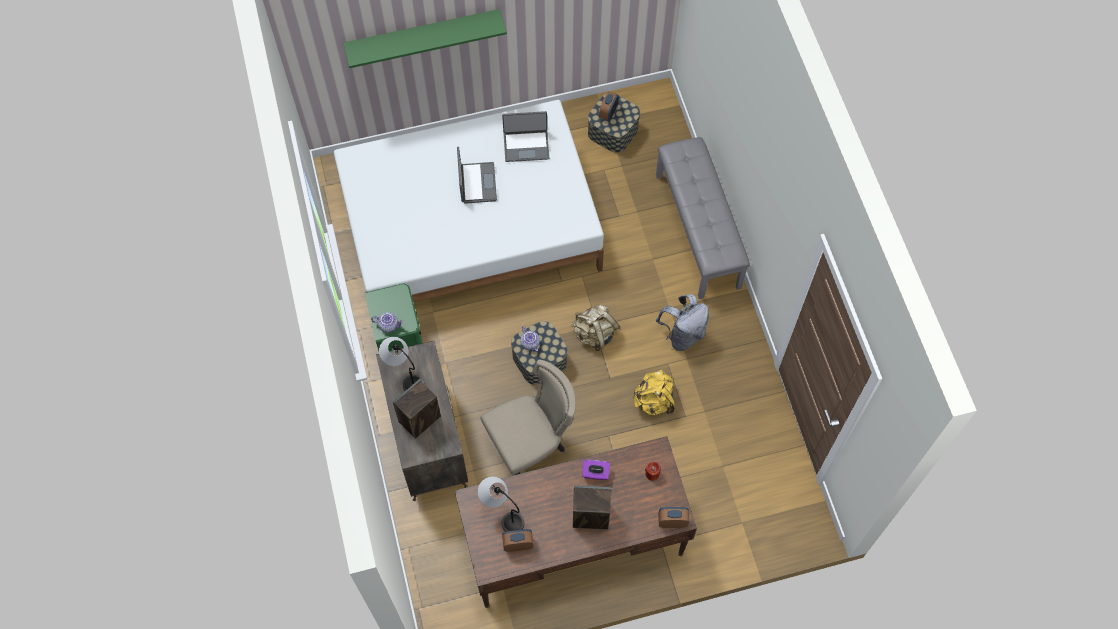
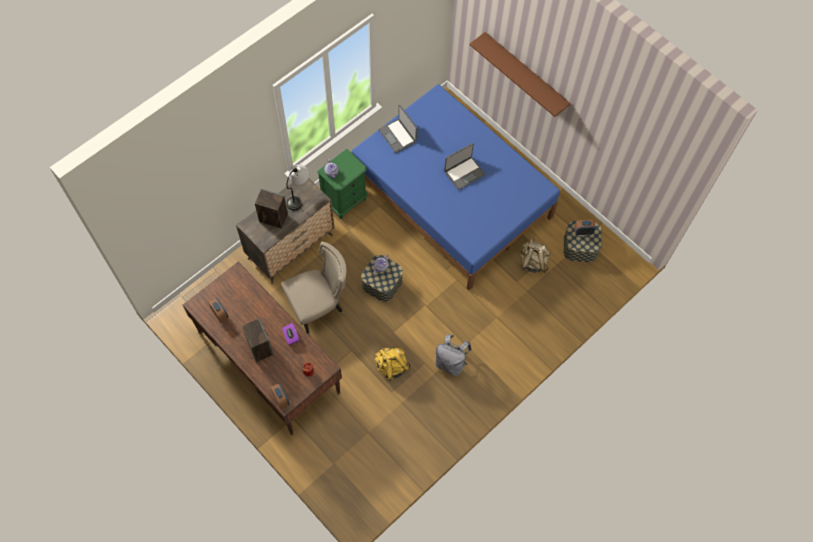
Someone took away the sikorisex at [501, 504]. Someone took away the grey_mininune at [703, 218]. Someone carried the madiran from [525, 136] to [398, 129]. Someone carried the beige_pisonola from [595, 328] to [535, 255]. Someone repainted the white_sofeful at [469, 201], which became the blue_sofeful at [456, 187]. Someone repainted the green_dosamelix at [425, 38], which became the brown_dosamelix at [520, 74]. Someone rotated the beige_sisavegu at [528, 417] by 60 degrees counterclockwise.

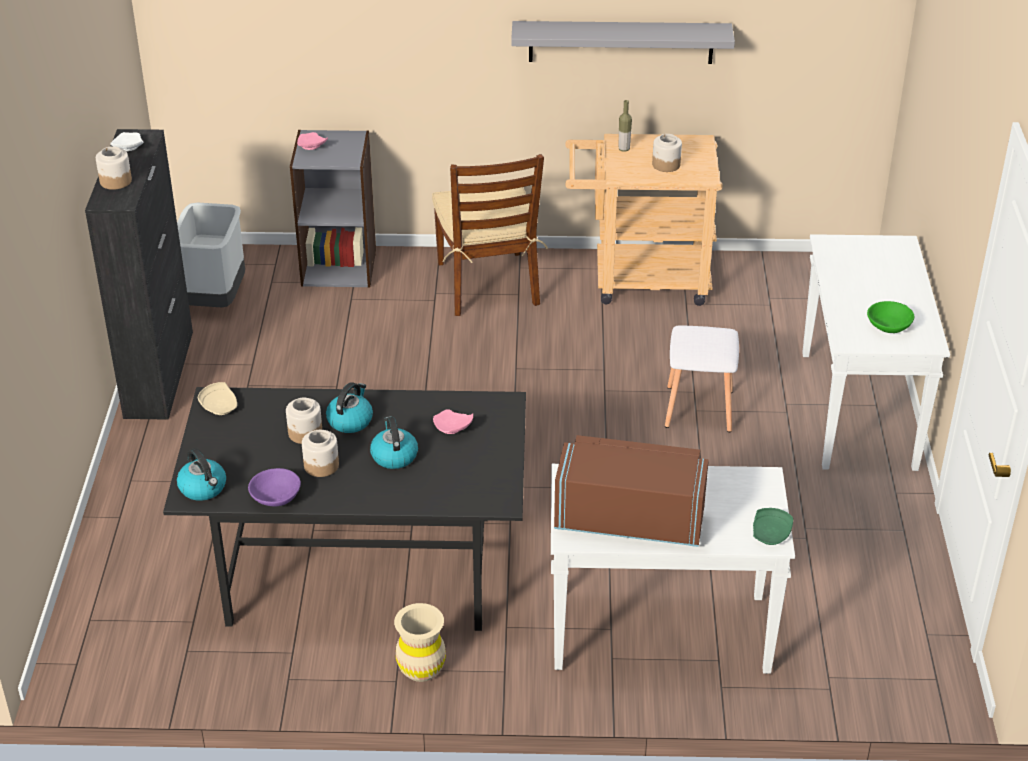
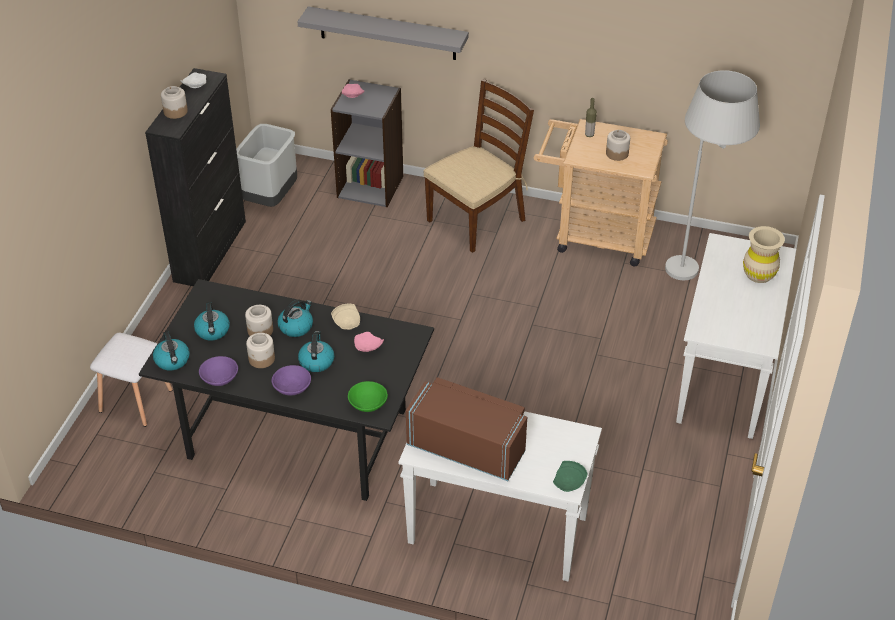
Someone put down the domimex at [212, 321]. Someone put down the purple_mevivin at [291, 380]. Someone put down the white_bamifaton at [712, 175]. Someone carried the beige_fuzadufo from [217, 398] to [345, 317]. Someone carried the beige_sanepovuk from [420, 642] to [764, 254]. Someone carried the grey_dosamelix from [623, 42] to [383, 33]. Someone carried the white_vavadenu from [702, 378] to [131, 380]. Someone carried the green_mevivin from [890, 317] to [368, 396]. Someone rotated the brown_sisavegu at [490, 235] by 135 degrees counterclockwise.

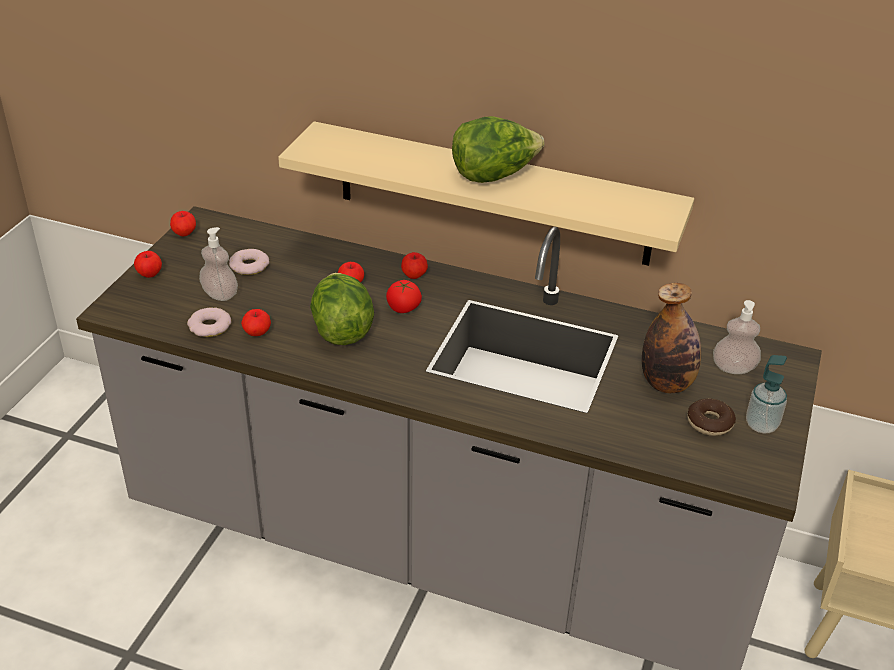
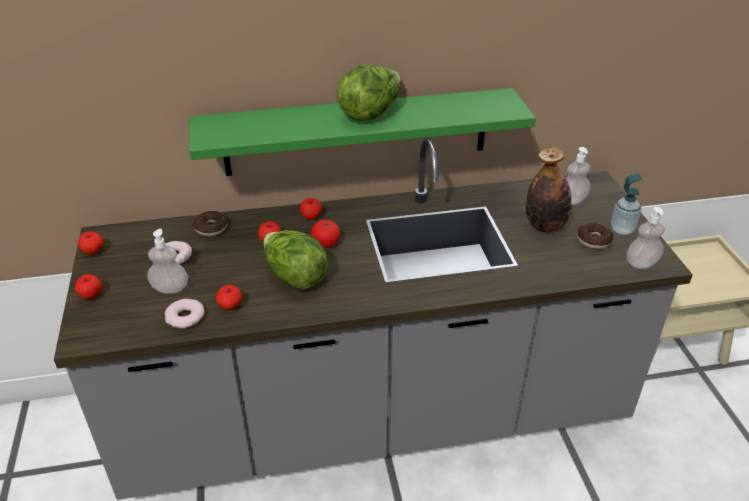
Someone put down the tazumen at [210, 223]. Someone put down the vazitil at [645, 238]. Someone repainted the beige_dosamelix at [486, 193], which became the green_dosamelix at [362, 132].

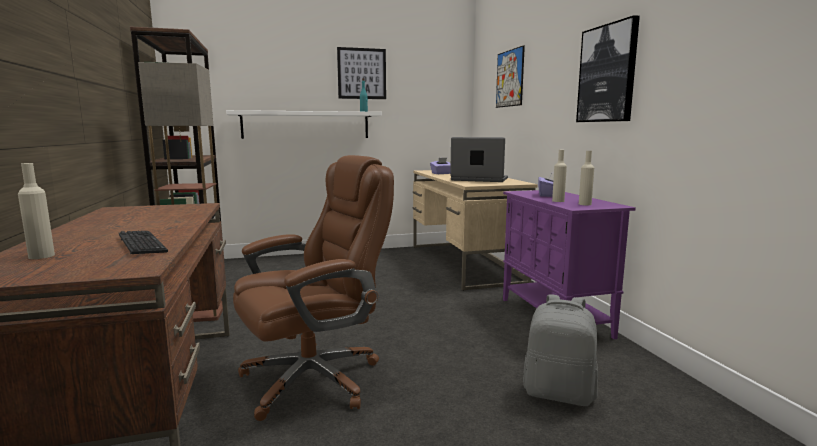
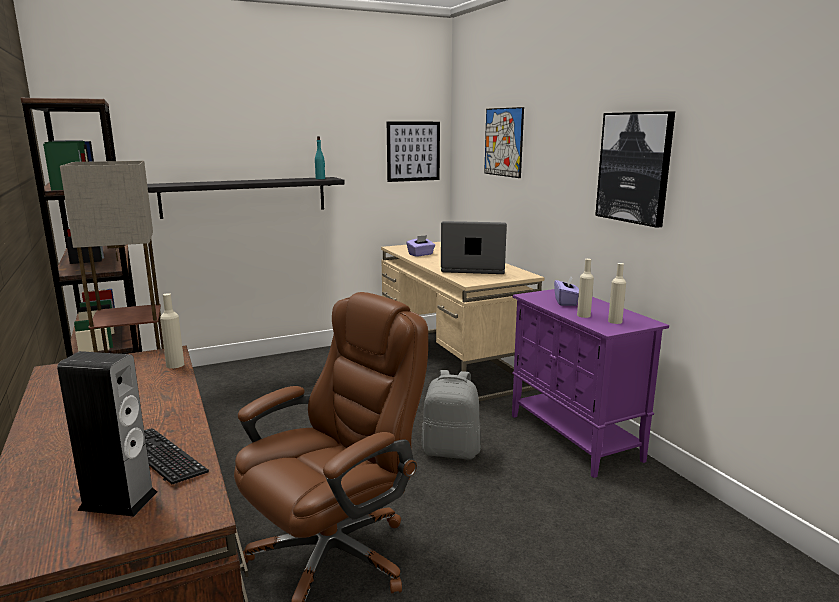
Someone put down the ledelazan at [107, 433]. Someone carried the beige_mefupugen from [36, 211] to [172, 331]. Someone carried the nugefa from [361, 73] to [413, 152]. Someone carried the grey_pisonola from [560, 350] to [451, 415]. Someone repainted the white_dosamelix at [304, 124], which became the black_dosamelix at [246, 198].

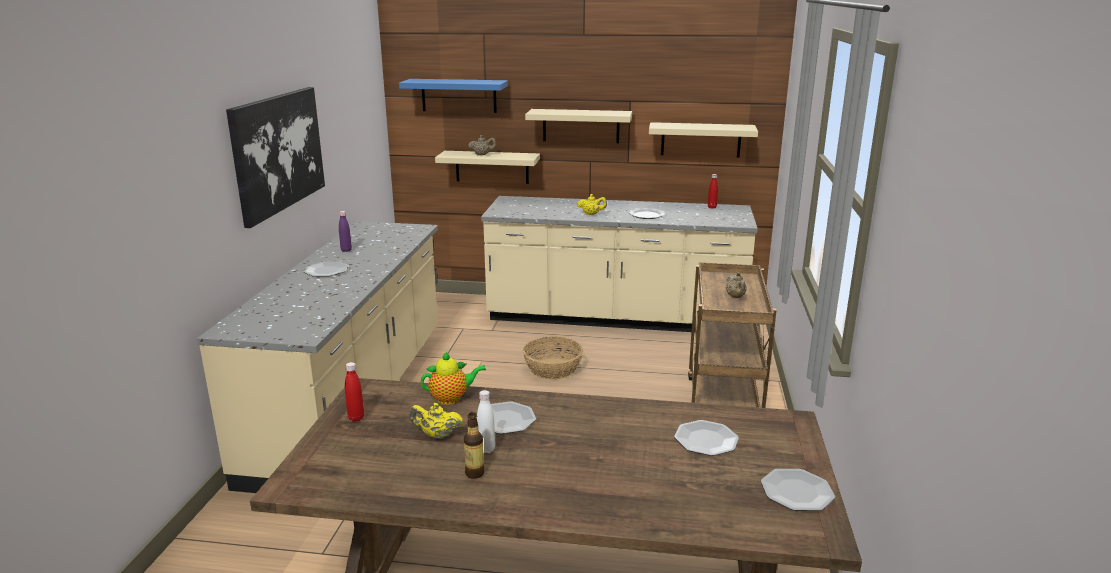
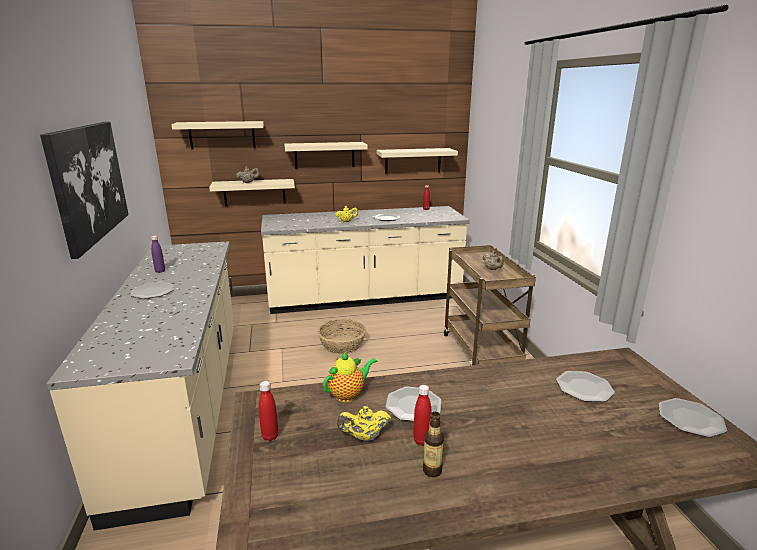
Someone repainted the blue_dosamelix at [453, 96], which became the beige_dosamelix at [217, 135]. Someone repainted the white_mefupugen at [486, 421], which became the red_mefupugen at [422, 415].

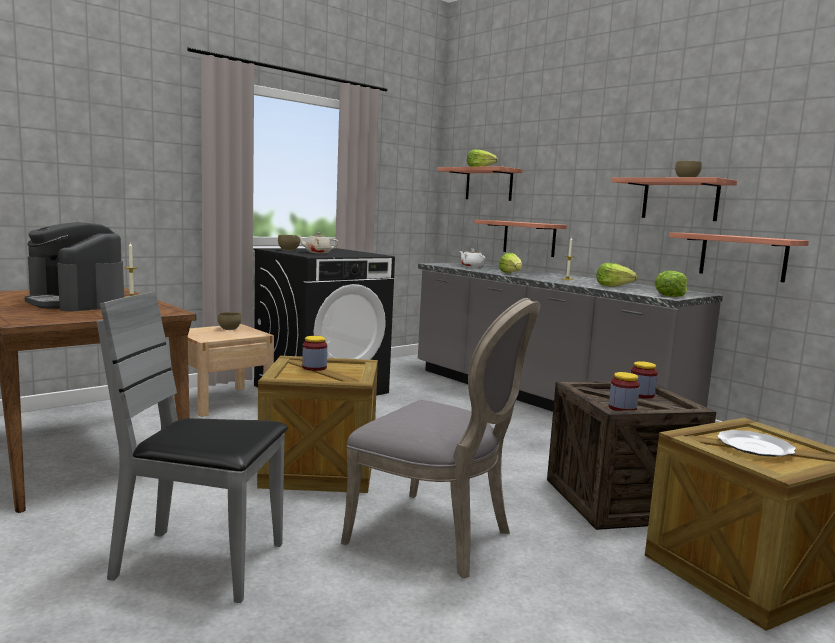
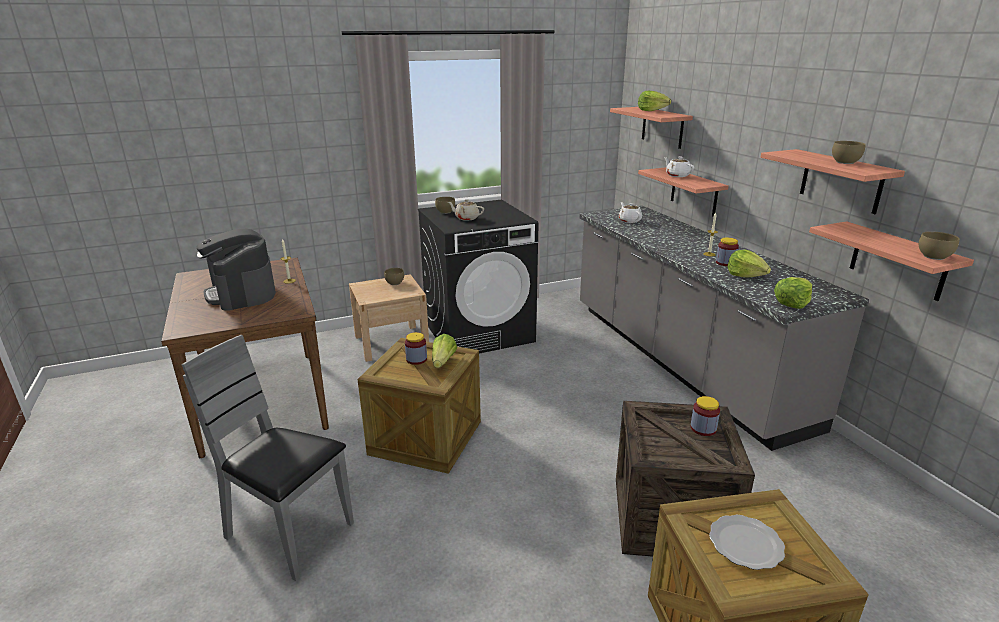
Someone took away the grey_sisavegu at [441, 438]. Someone put down the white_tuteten at [679, 166]. Someone put down the brown_mevivin at [939, 245]. Someone carried the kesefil from [510, 262] to [444, 351]. Someone carried the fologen from [624, 391] to [727, 252].

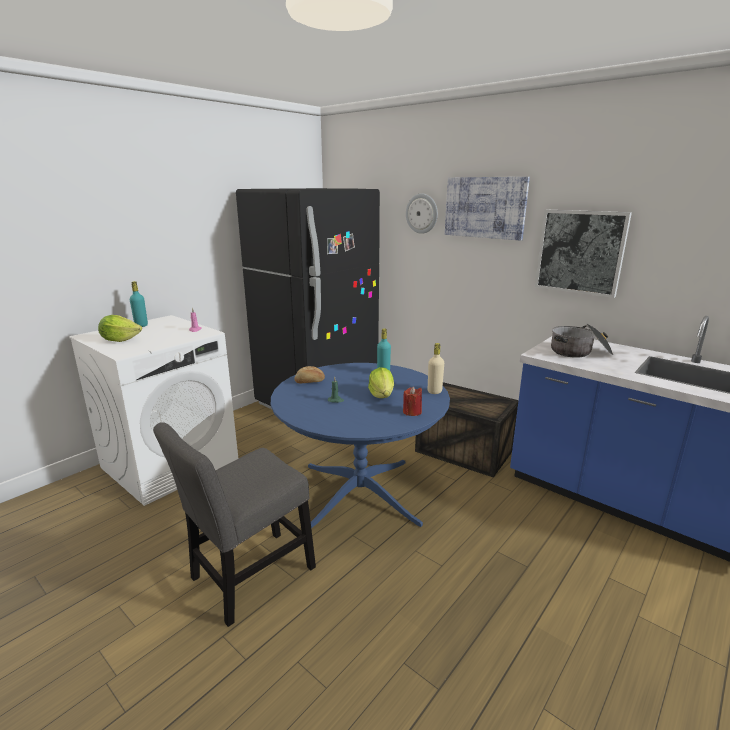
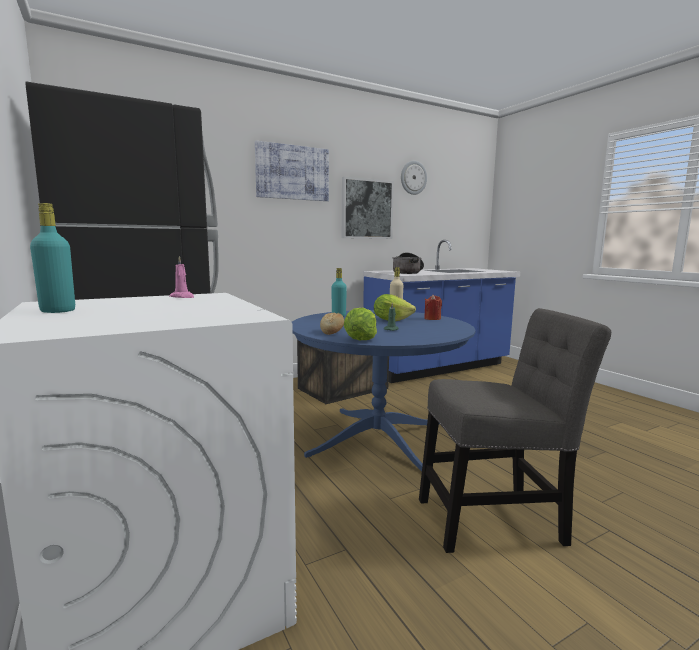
Someone carried the kesefil from [120, 328] to [360, 324]. Someone carried the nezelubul from [422, 213] to [414, 178]. Someone rotated the grey_sisavegu at [234, 524] by 75 degrees counterclockwise.

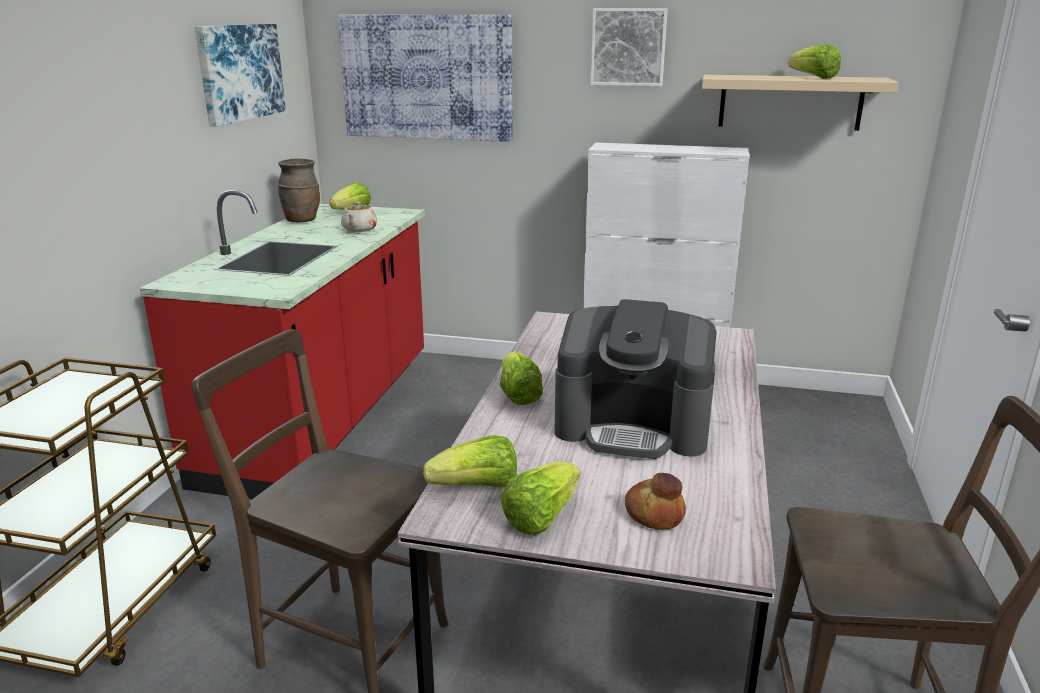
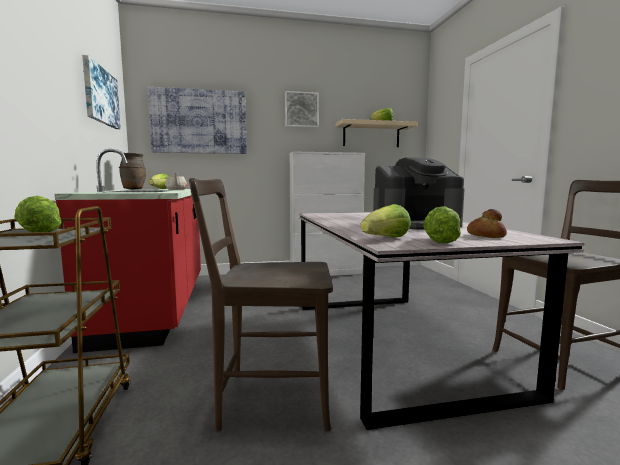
Someone carried the kesefil from [521, 378] to [38, 214].

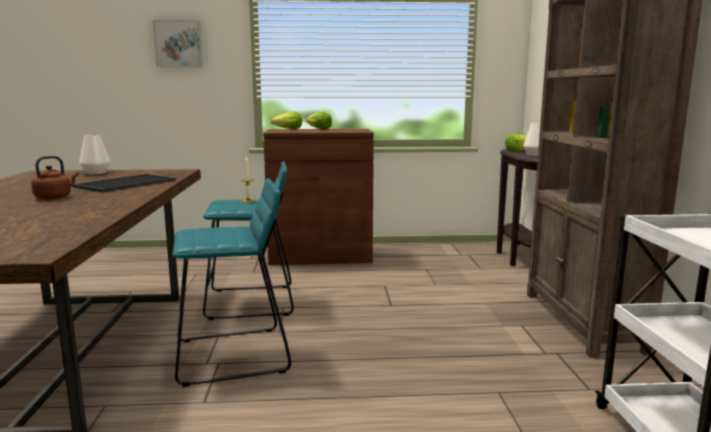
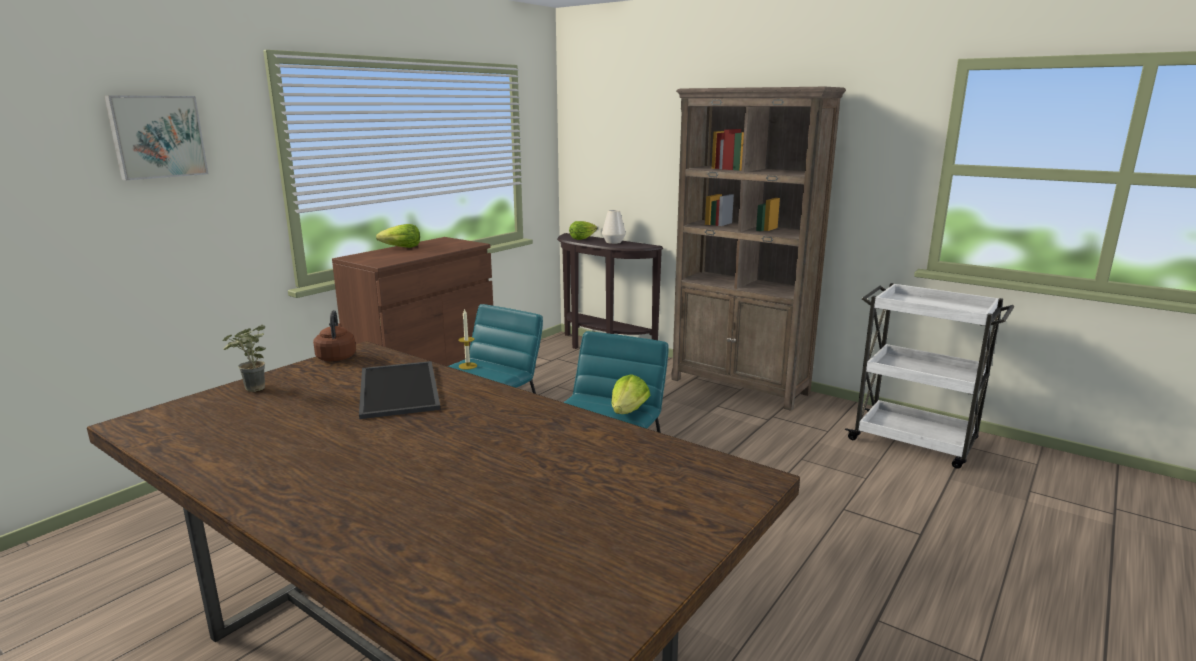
Someone carried the brown_domimex from [55, 177] to [334, 335]. Someone carried the kesefil from [286, 121] to [630, 394]. Someone swapped the white_sanepovuk at [94, 154] for the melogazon at [244, 358].

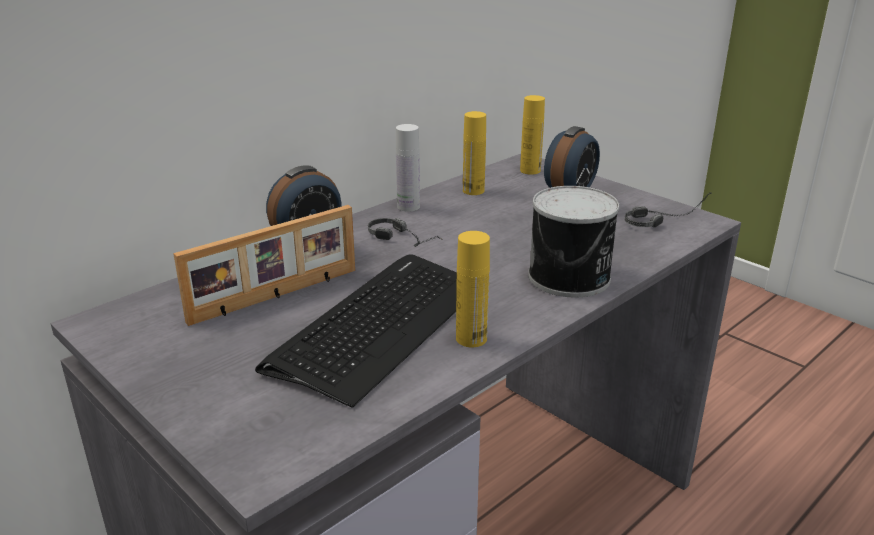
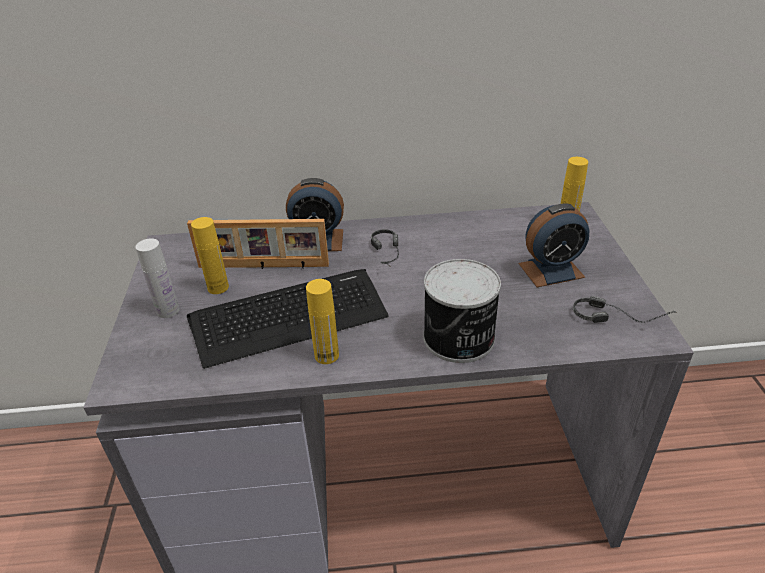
Someone carried the white_mefupugen from [408, 168] to [157, 278]. Someone carried the yellow_mefupugen from [474, 153] to [210, 255].

